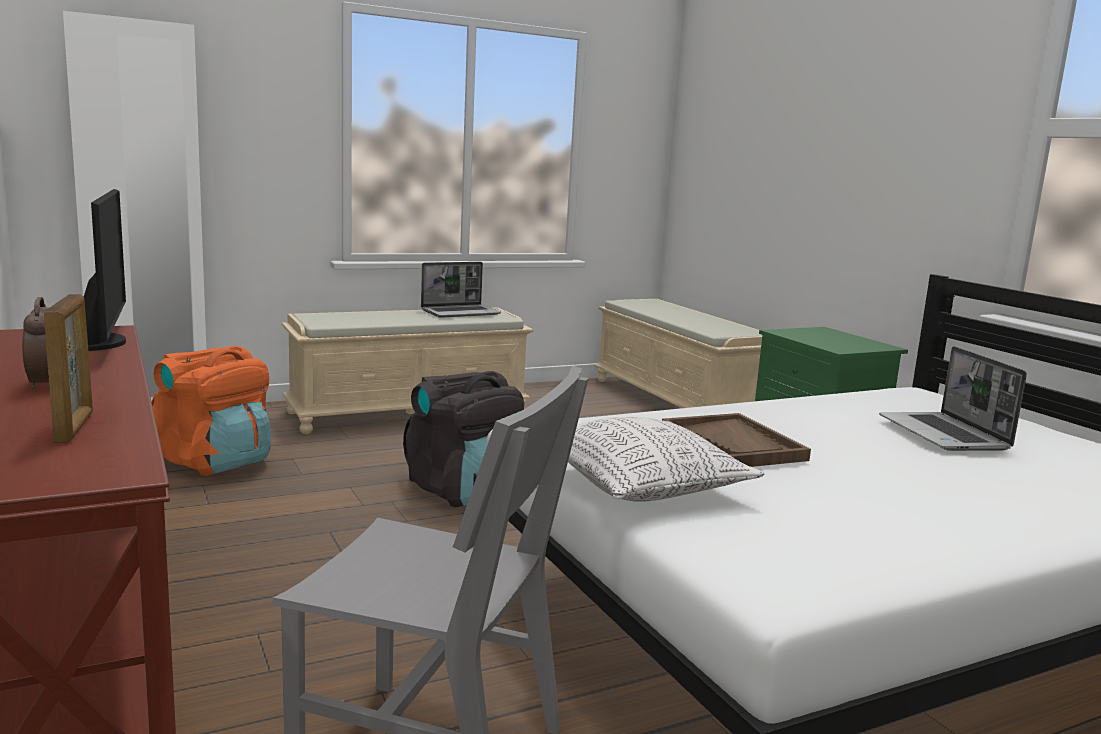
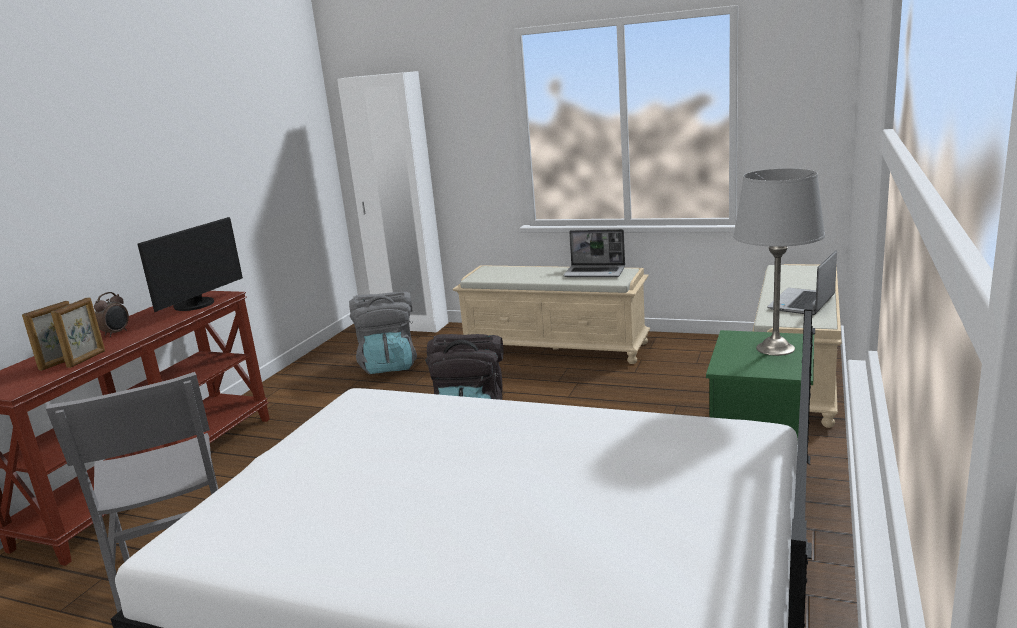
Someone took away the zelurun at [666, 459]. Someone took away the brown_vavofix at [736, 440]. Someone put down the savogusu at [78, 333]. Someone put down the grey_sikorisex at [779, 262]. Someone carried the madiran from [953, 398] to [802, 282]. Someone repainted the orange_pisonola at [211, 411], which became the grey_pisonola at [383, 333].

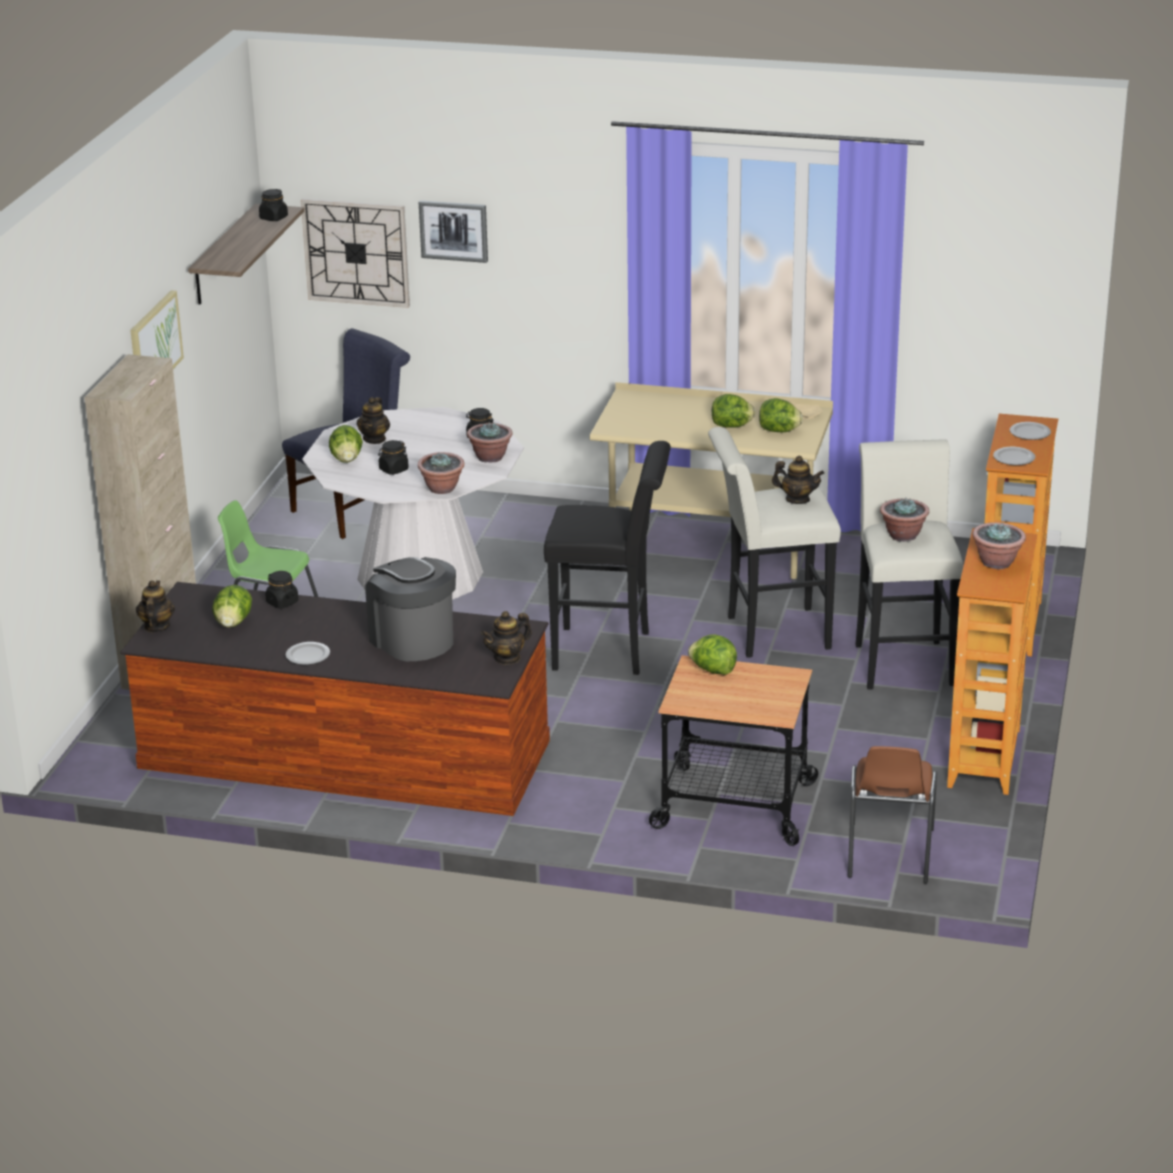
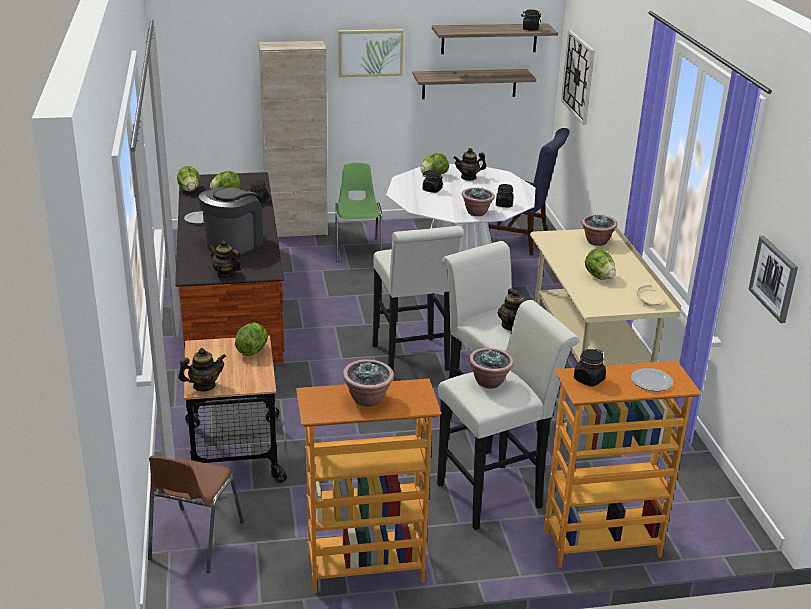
Someone put up the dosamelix at [474, 84]. Someone carried the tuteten from [155, 606] to [202, 369]. Someone carried the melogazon from [441, 473] to [599, 230]. Someone carried the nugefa from [453, 231] to [773, 279]. Someone carried the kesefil from [781, 415] to [188, 179]. Someone swapped the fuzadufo at [1014, 456] for the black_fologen at [590, 368]. Someone repainted the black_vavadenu at [607, 558], which became the white_vavadenu at [418, 298]. Someone rotated the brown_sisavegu at [892, 814] by 60 degrees counterclockwise.

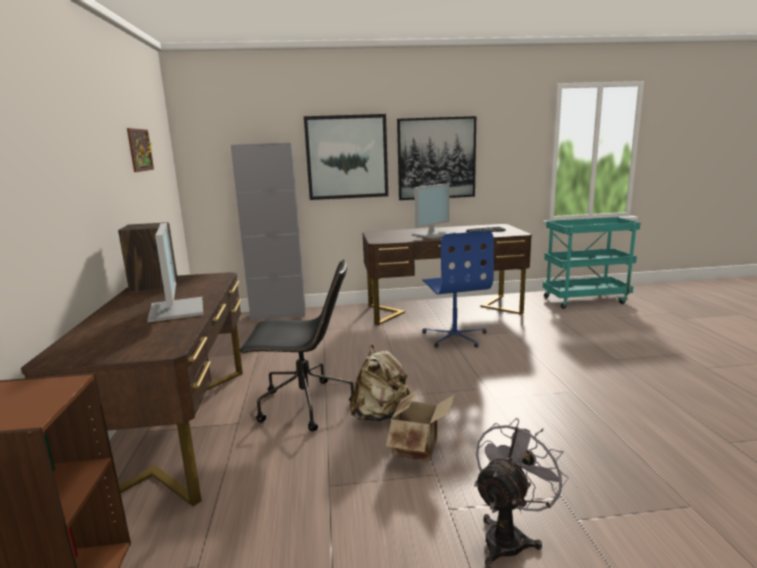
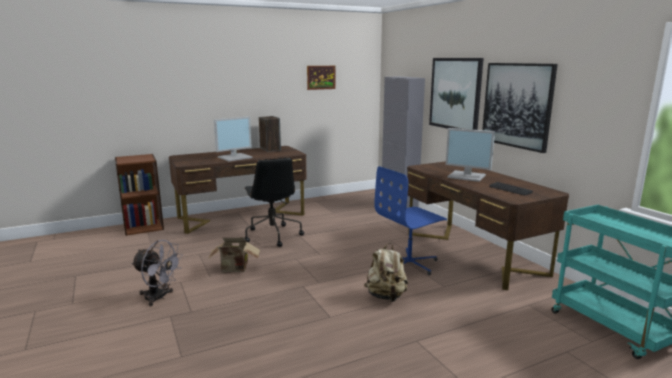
Someone carried the beige_pisonola from [380, 383] to [386, 272].

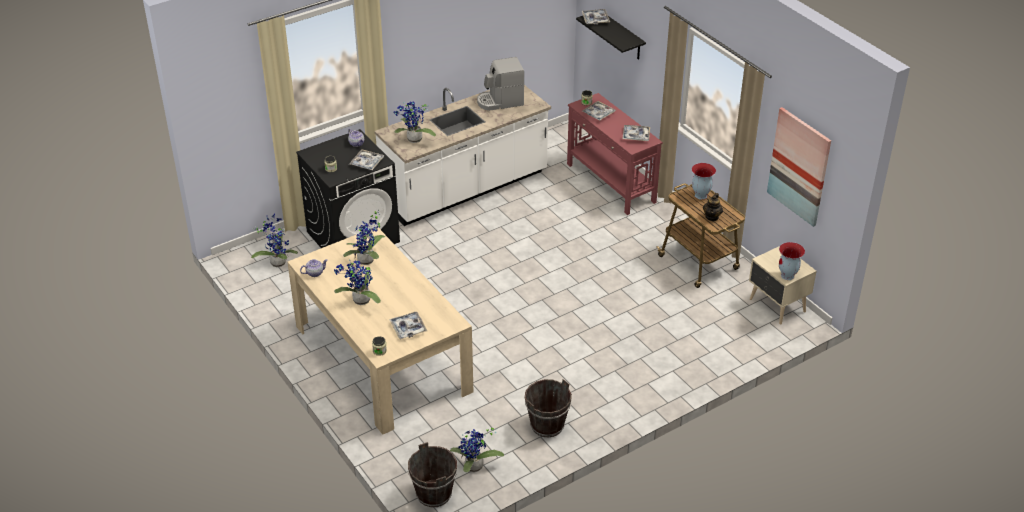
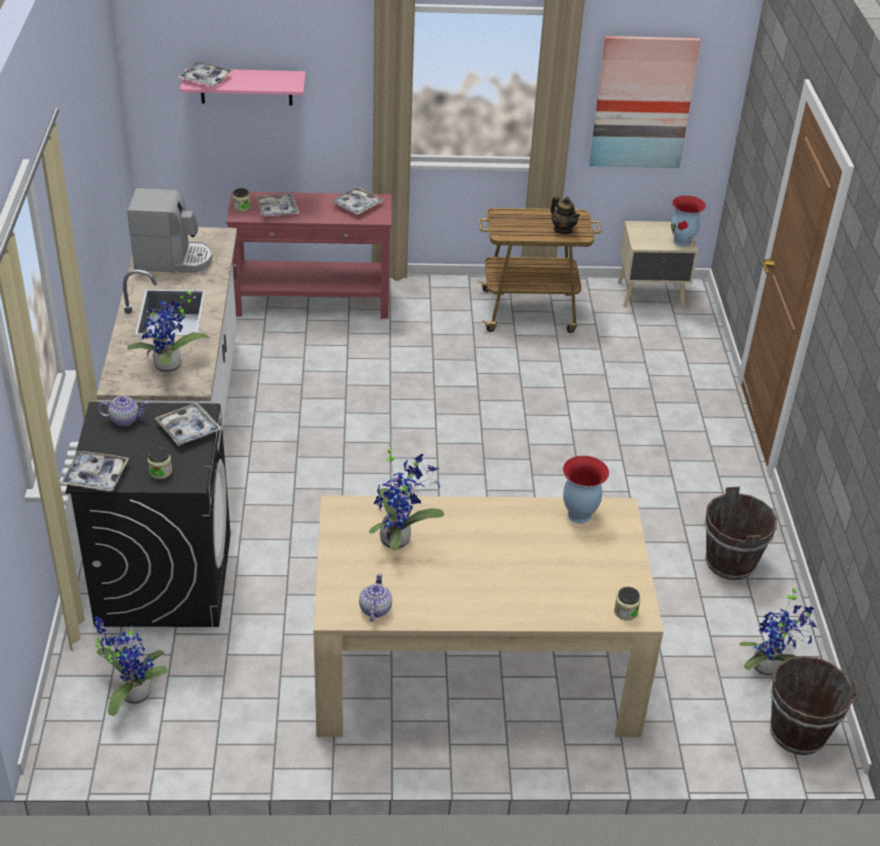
Someone took away the melogazon at [357, 282]. Someone carried the vavofix from [408, 325] to [94, 471]. Someone carried the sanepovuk from [704, 181] to [586, 489]. Someone repainted the black_dosamelix at [611, 38], which became the pink_dosamelix at [243, 87]. Someone rotated the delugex at [500, 84] by 105 degrees counterclockwise.

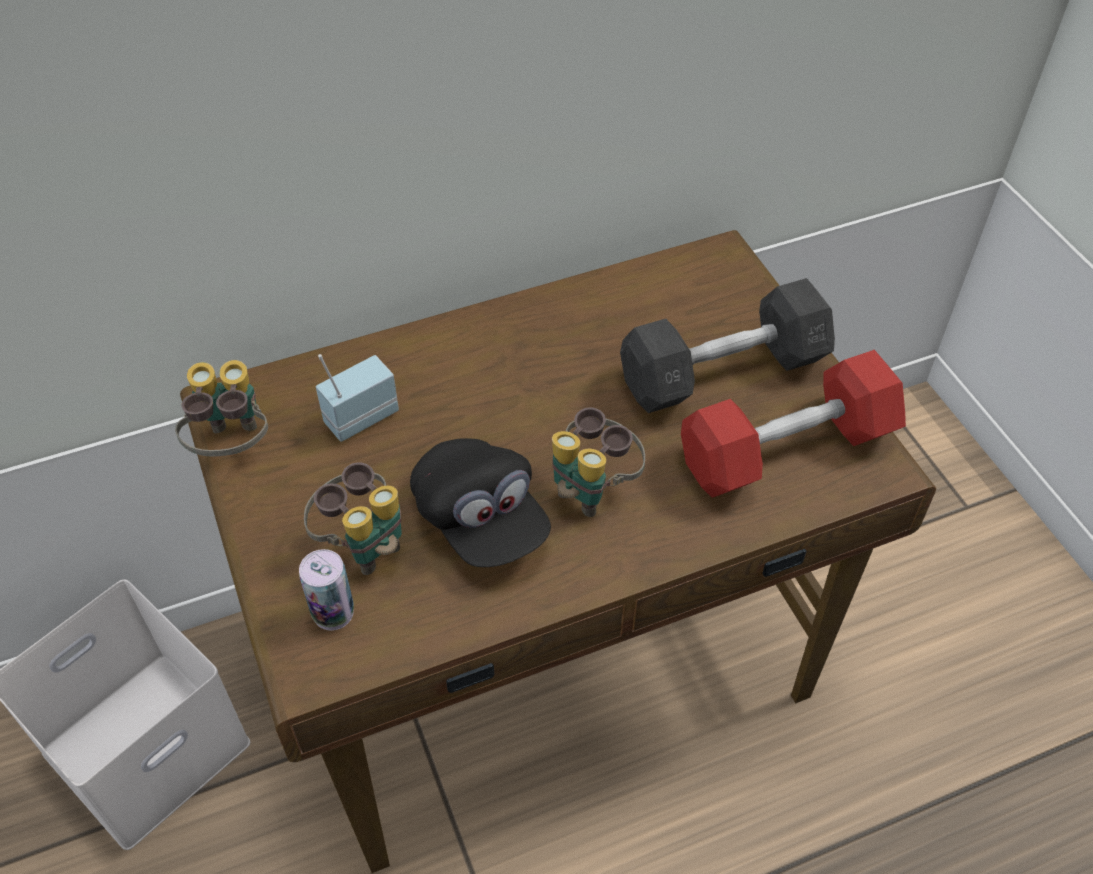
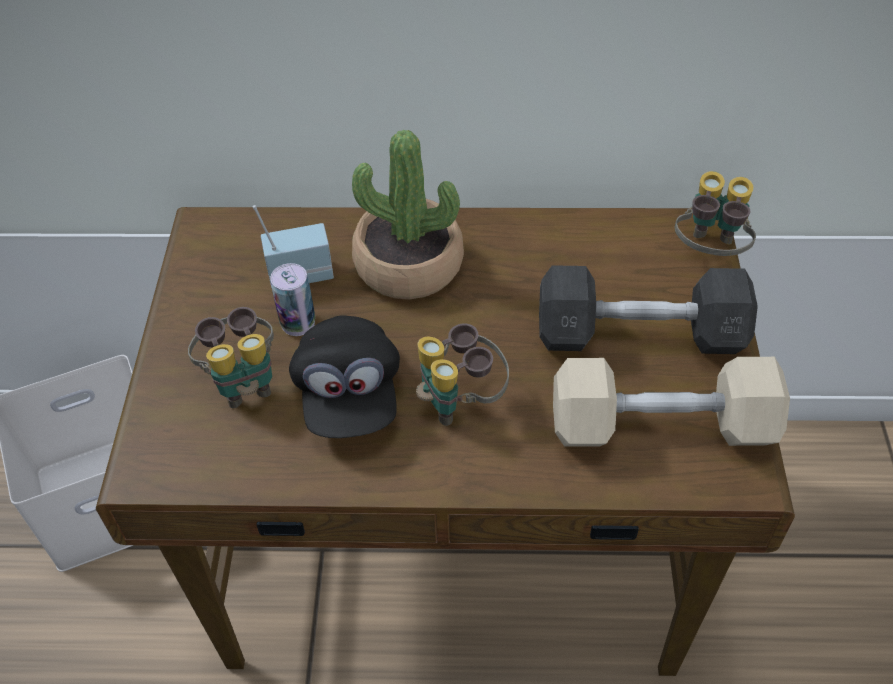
Someone put down the melogazon at [408, 214]. Someone carried the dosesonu from [221, 408] to [715, 213]. Someone carried the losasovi from [326, 589] to [292, 299]. Someone repainted the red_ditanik at [793, 424], which became the beige_ditanik at [671, 402].

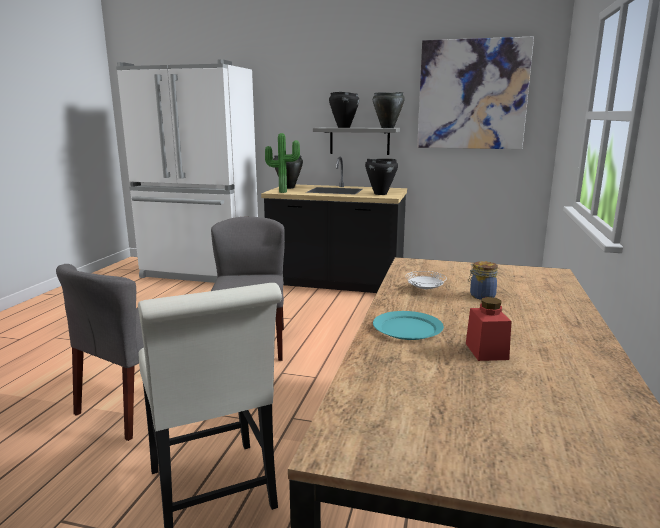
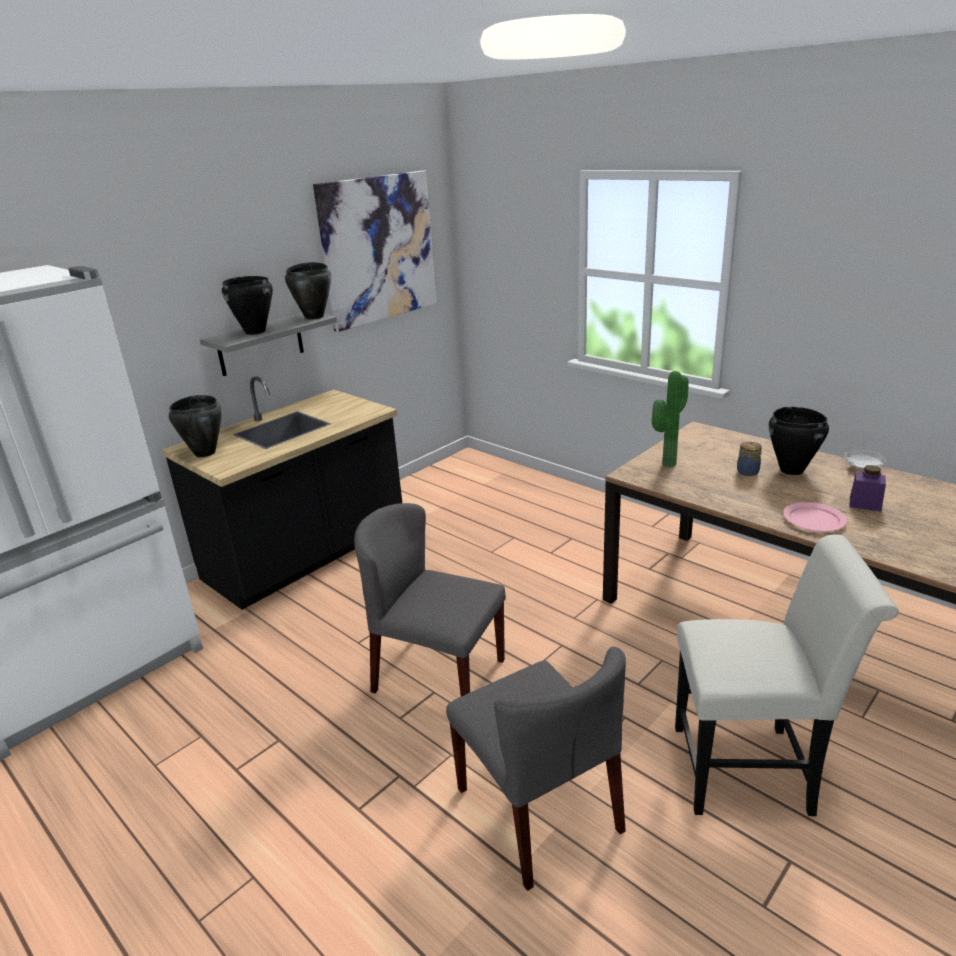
Someone carried the melogazon from [282, 163] to [670, 419]. Someone carried the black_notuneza from [381, 177] to [798, 440]. Someone carried the white_fuzadufo from [426, 280] to [865, 459]. Someone repainted the turquoise_fuzadufo at [408, 325], which became the pink_fuzadufo at [815, 516]. Someone repainted the red_fologen at [489, 329], which became the purple_fologen at [867, 488].

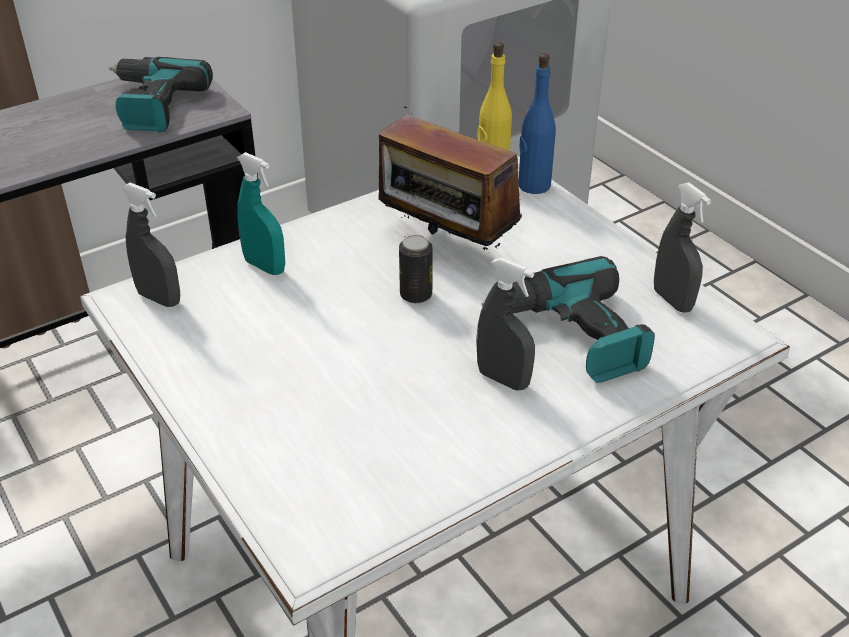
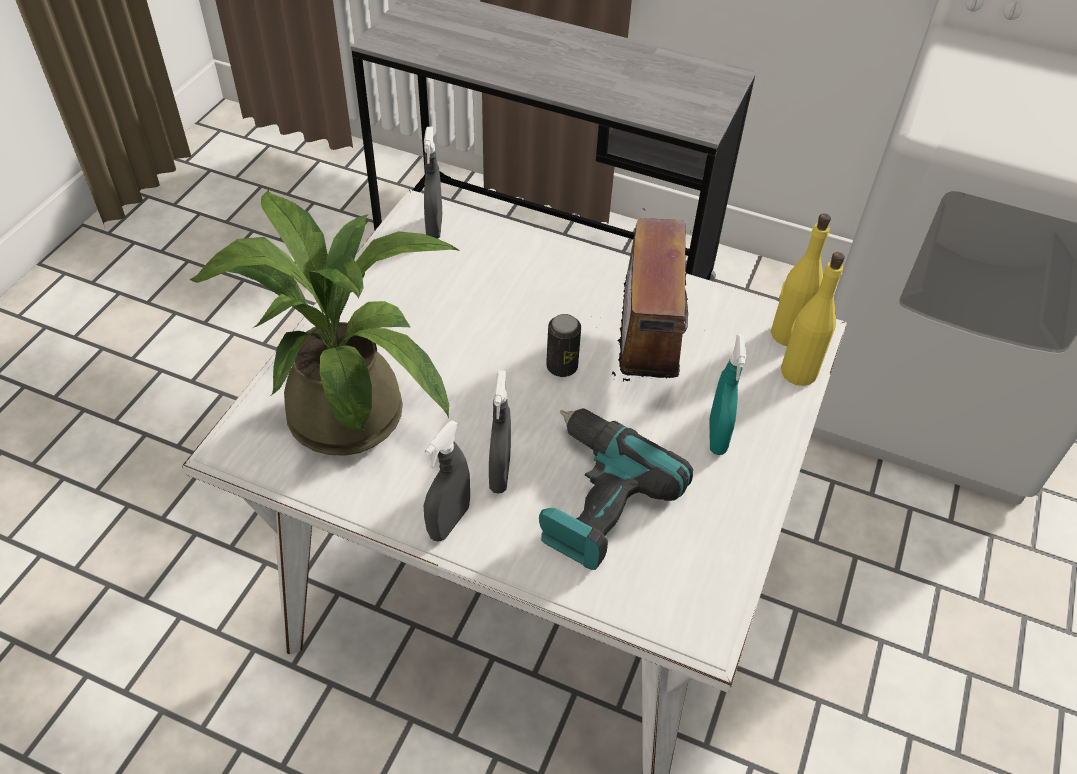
Someone took away the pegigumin at [161, 94]. Someone put down the melogazon at [324, 323]. Someone carried the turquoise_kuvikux from [261, 213] to [728, 394]. Someone carried the grey_kuvikux from [682, 248] to [447, 480]. Someone repainted the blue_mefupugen at [537, 123], which became the yellow_mefupugen at [813, 319].

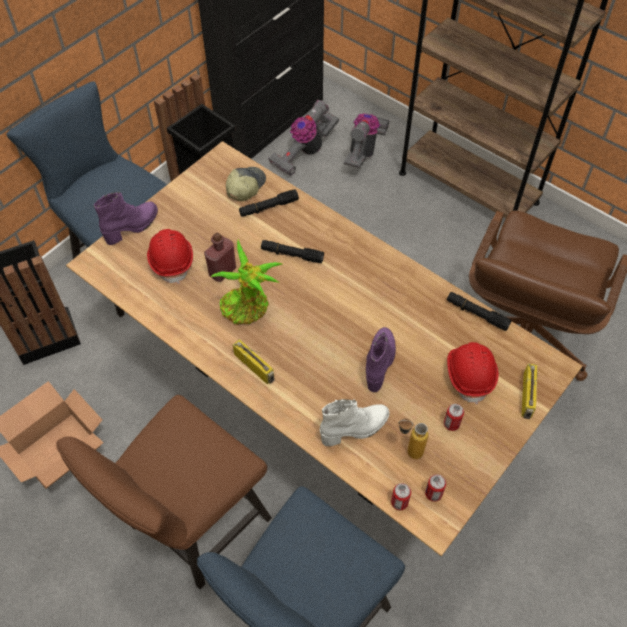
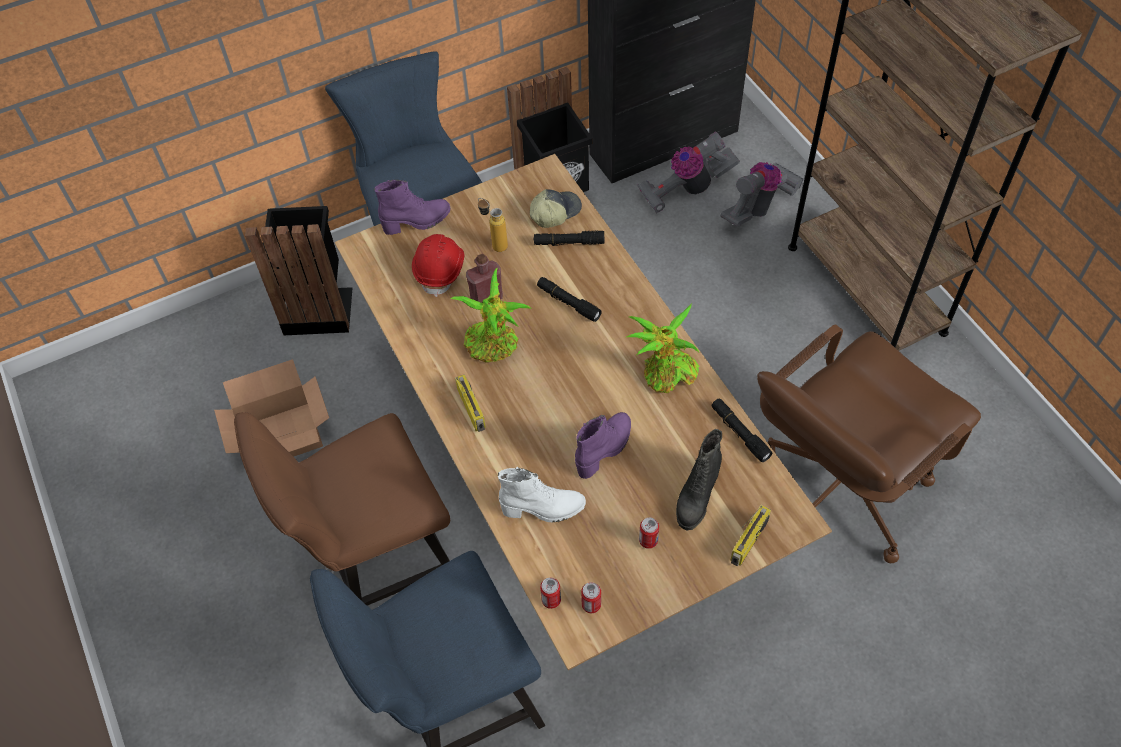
Someone put down the melogazon at [663, 348]. Someone carried the mefupugen from [413, 438] to [493, 225]. Someone swapped the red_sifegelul at [473, 373] for the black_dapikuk at [699, 480].

